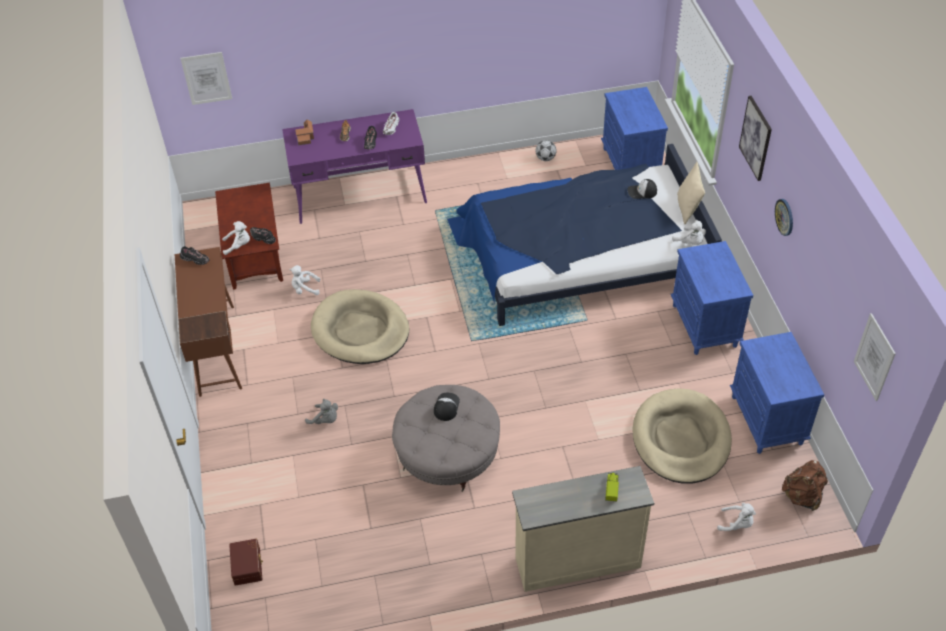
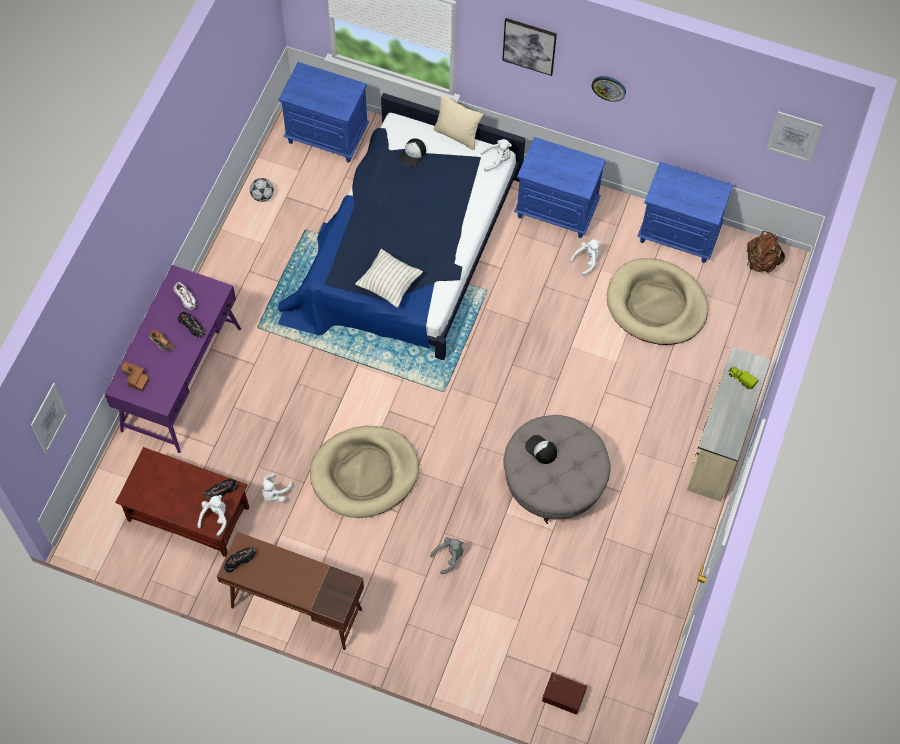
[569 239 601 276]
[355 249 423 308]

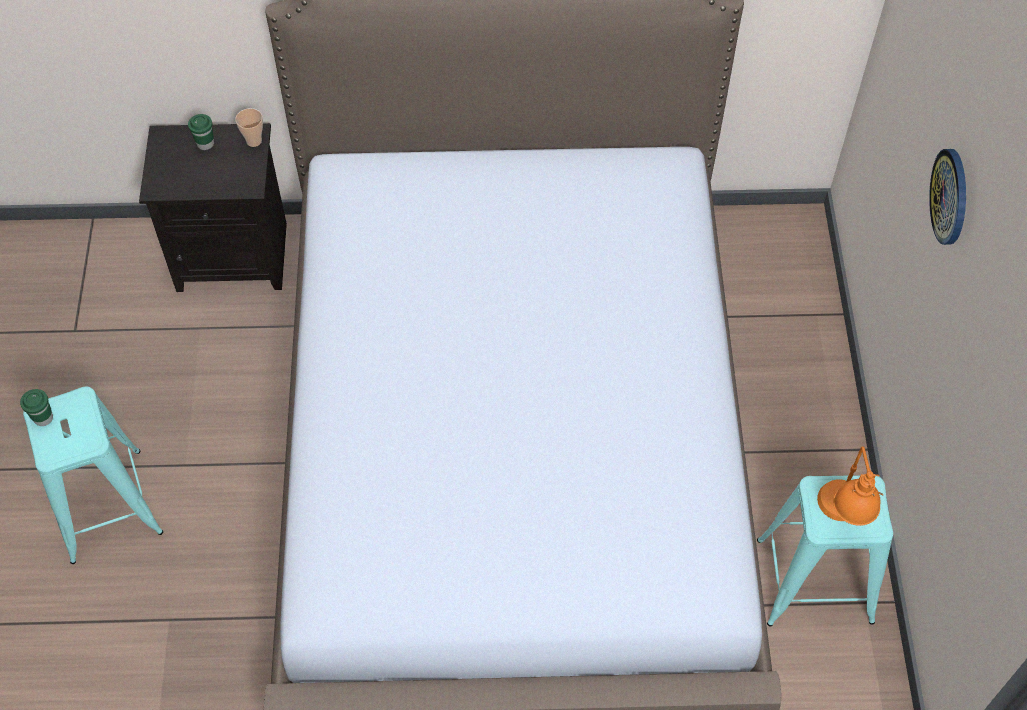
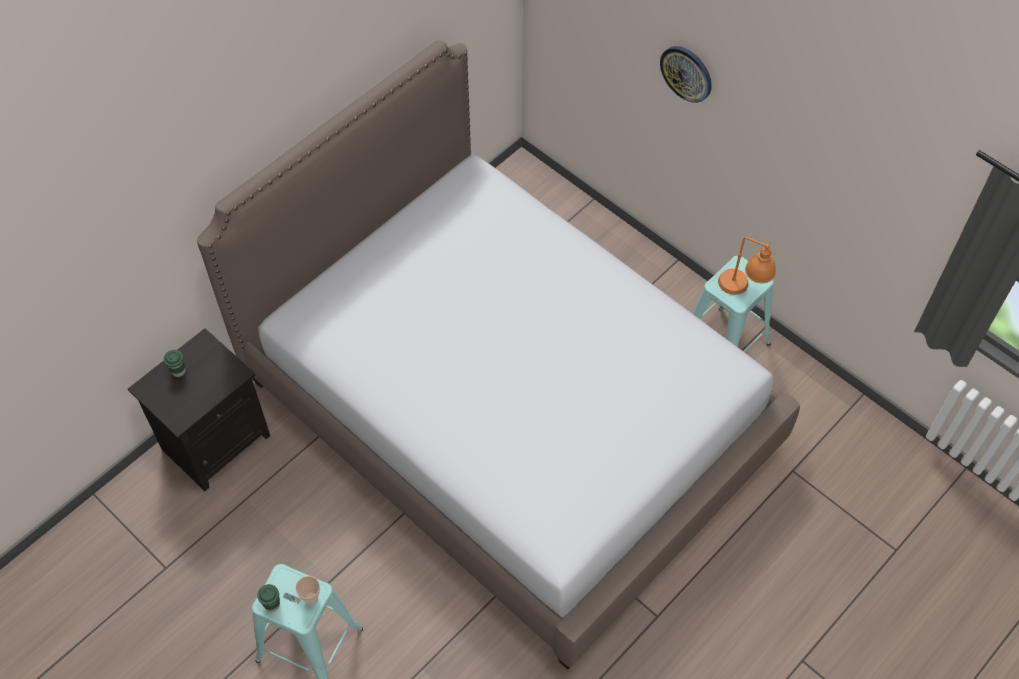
[295 576 320 605]

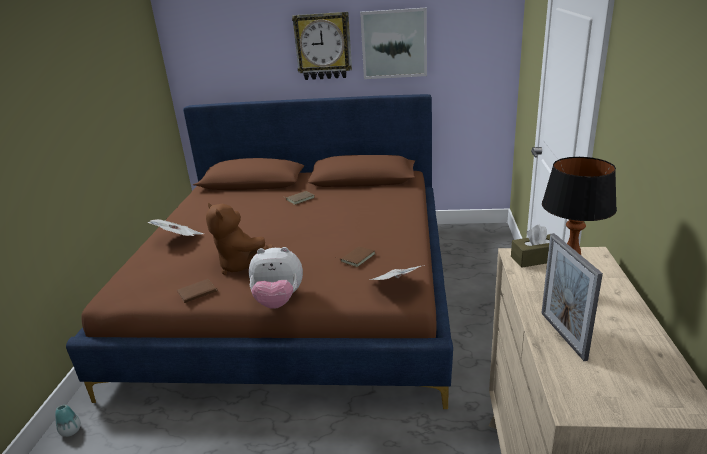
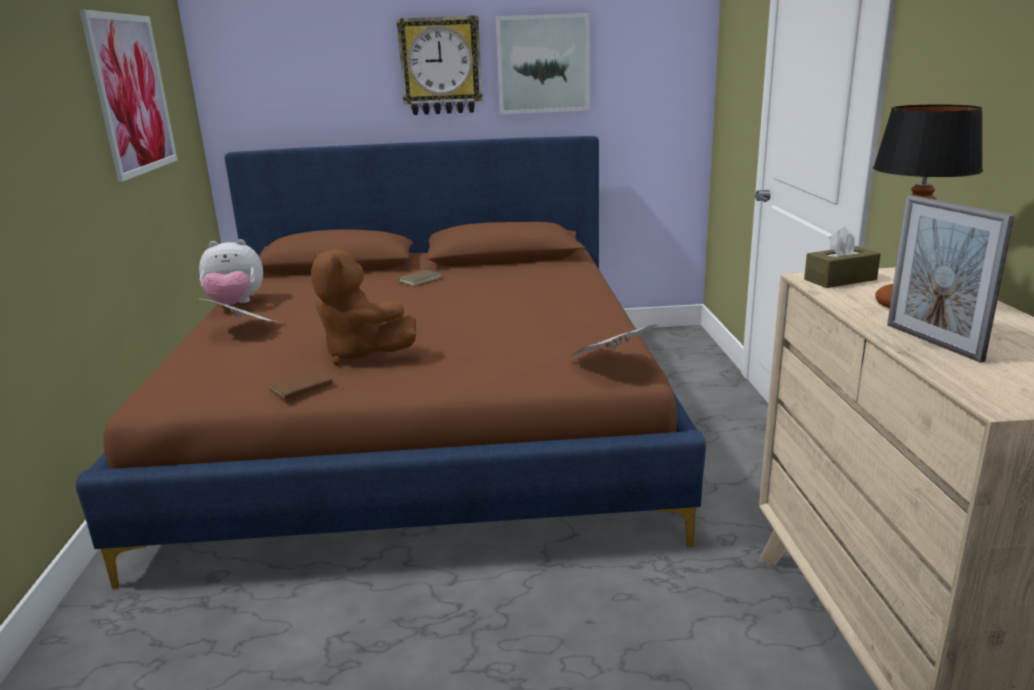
[337 246 375 267] (first image)
[199 239 263 305]
[55 405 81 437] (first image)
[79 10 177 182]

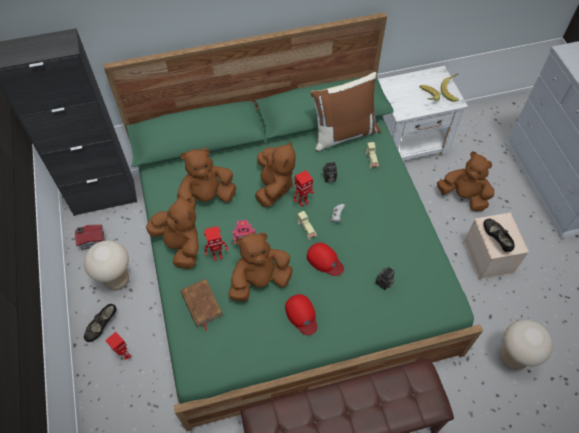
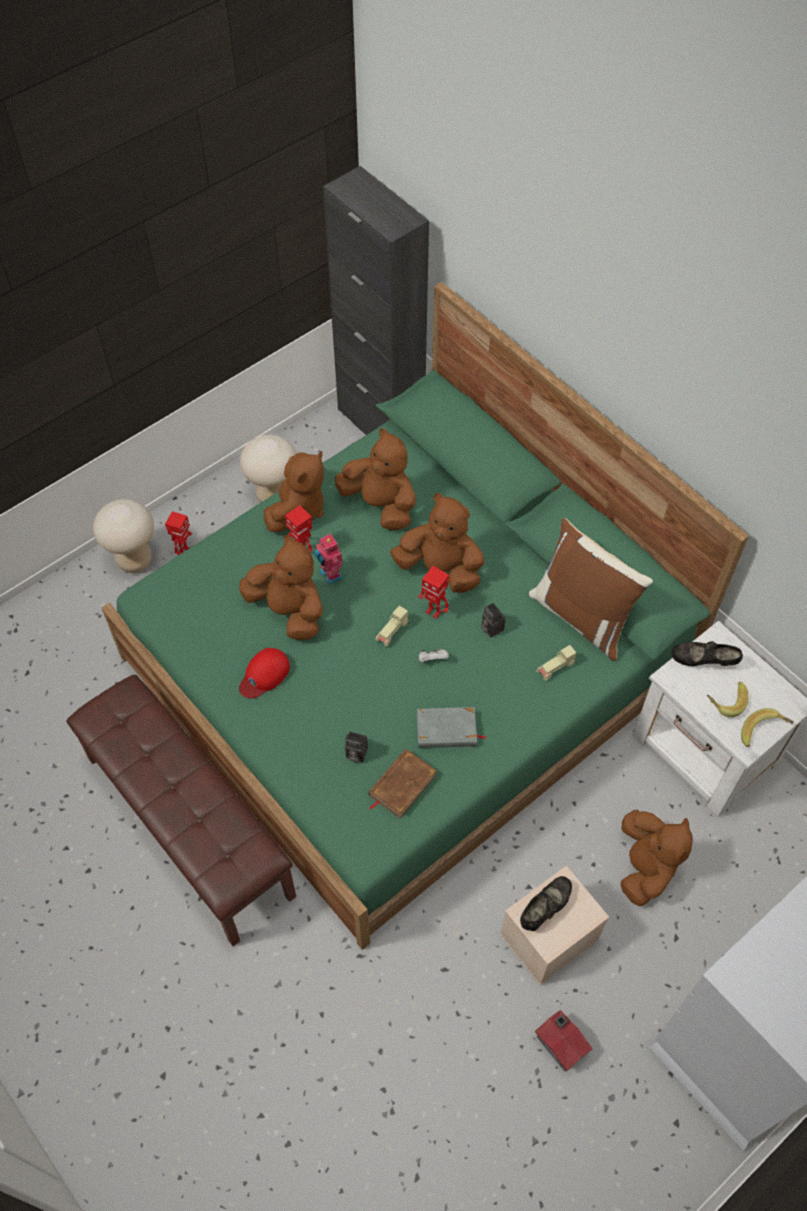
[390 493 484 593]
[535 1010 593 1071]
[307 243 344 276] (first image)
[368 749 437 818]
[671 641 743 666]
[93 499 154 573]
[417 707 487 748]

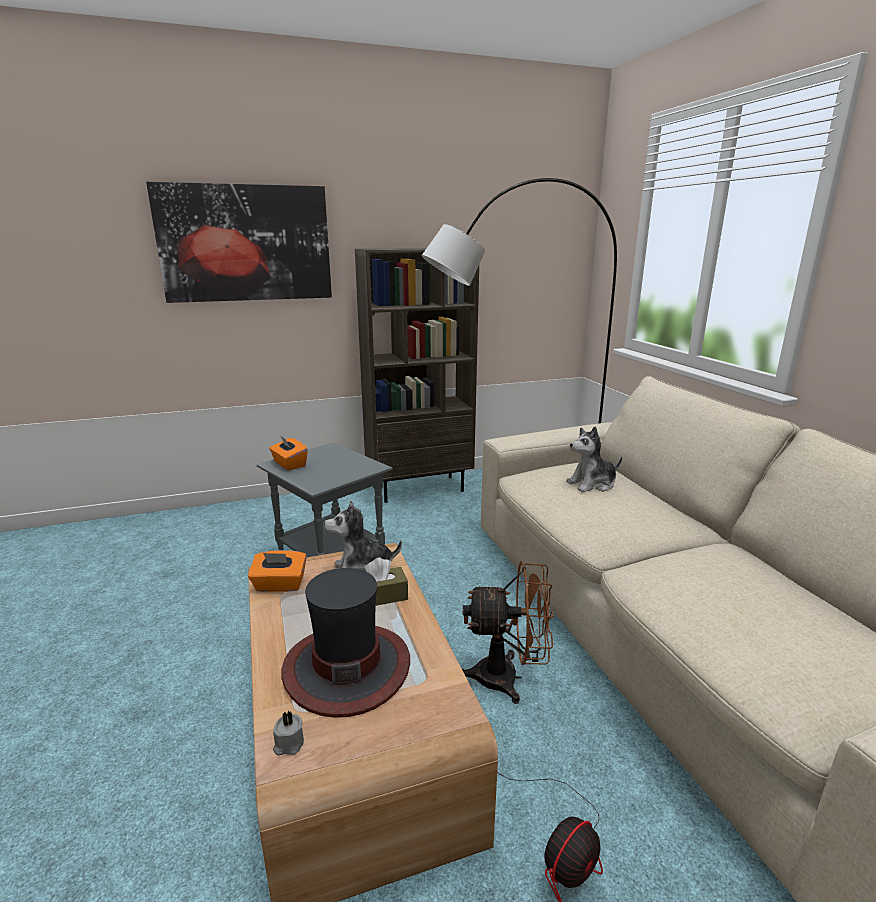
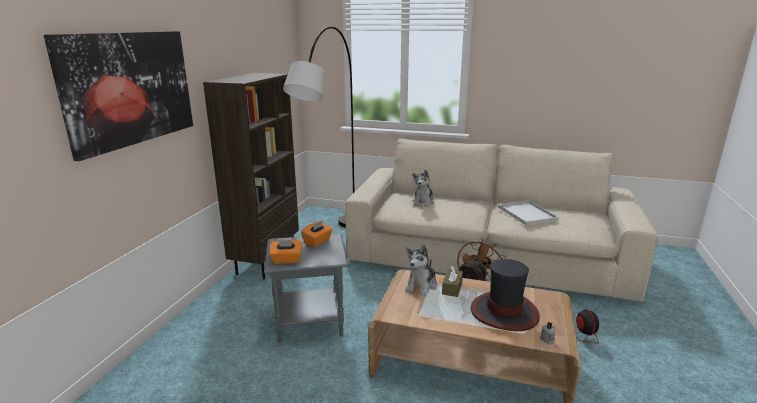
[301 221 333 247]
[498 200 559 226]

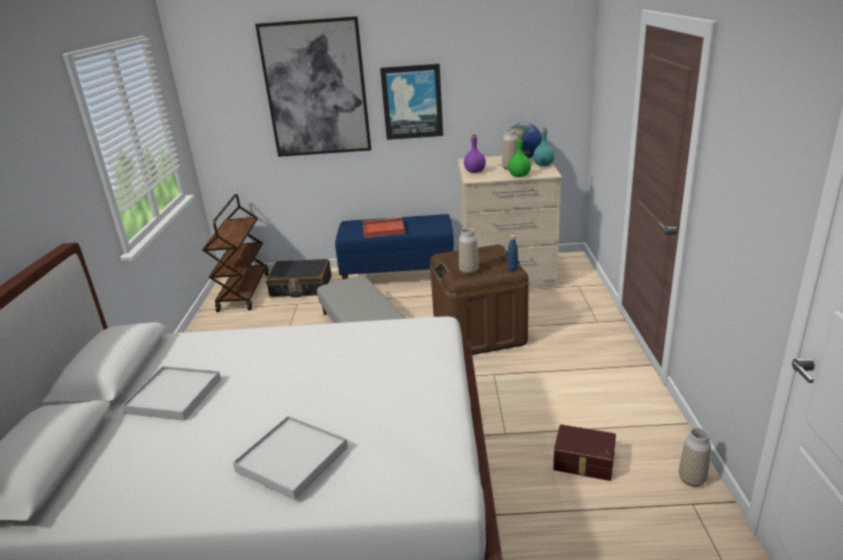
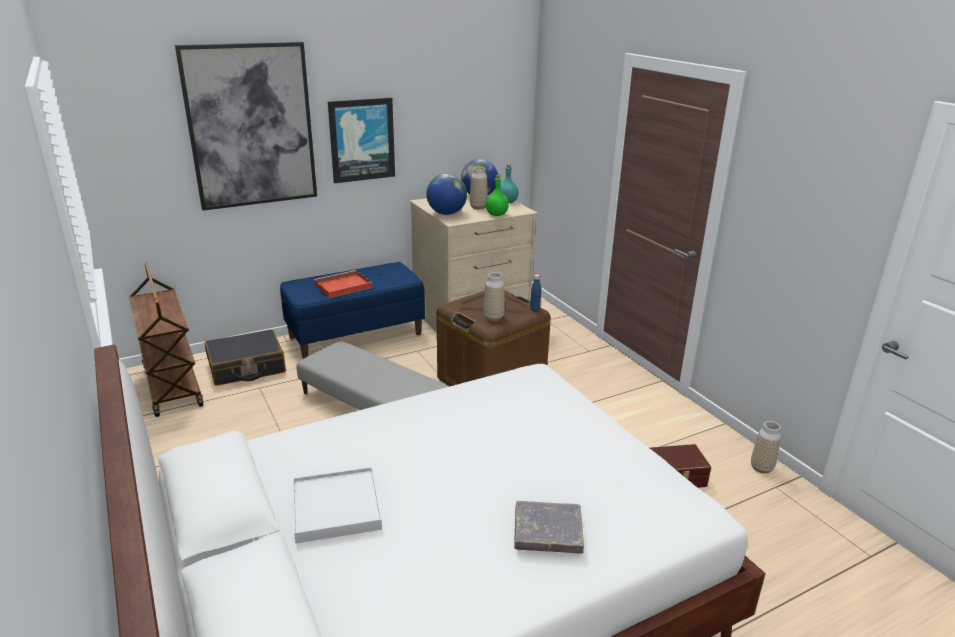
[426 174 467 215]
[514 501 584 554]

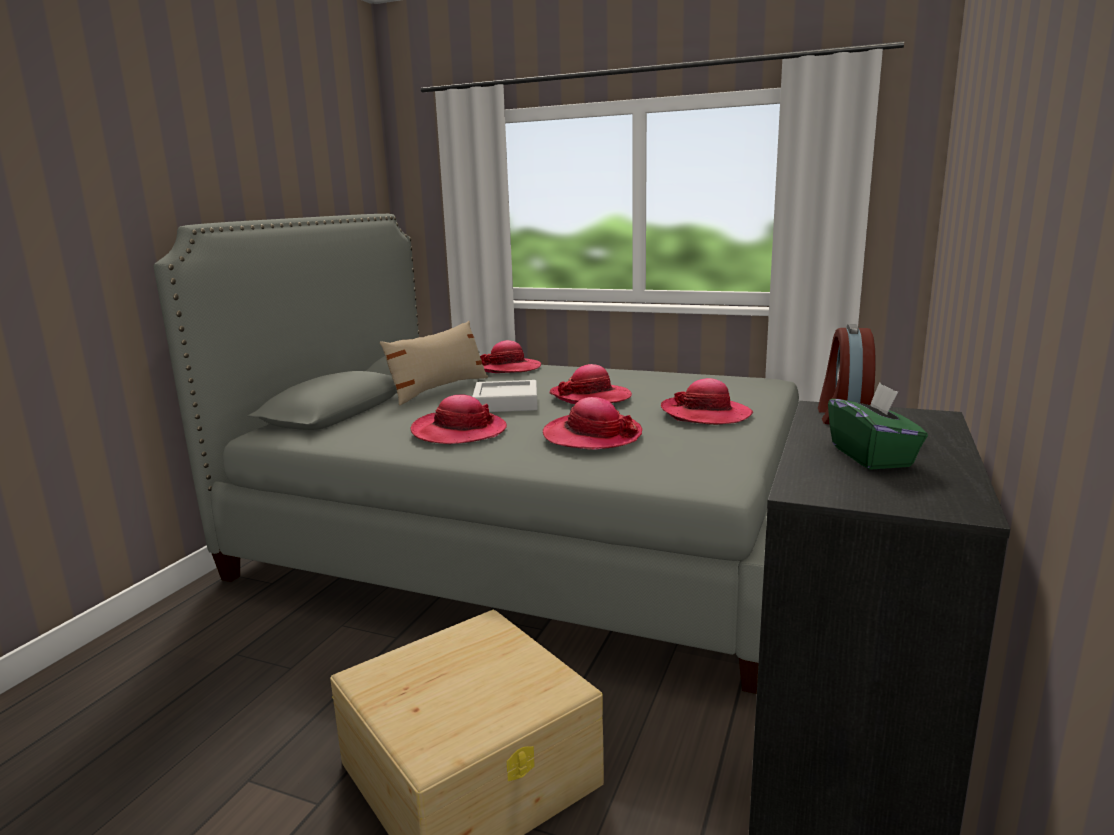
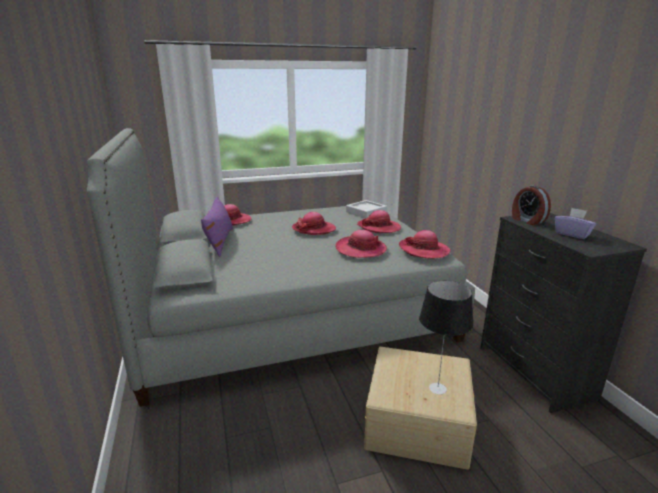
[201 196 233 257]
[346 200 387 218]
[555 208 596 239]
[399 230 451 259]
[419 280 473 395]

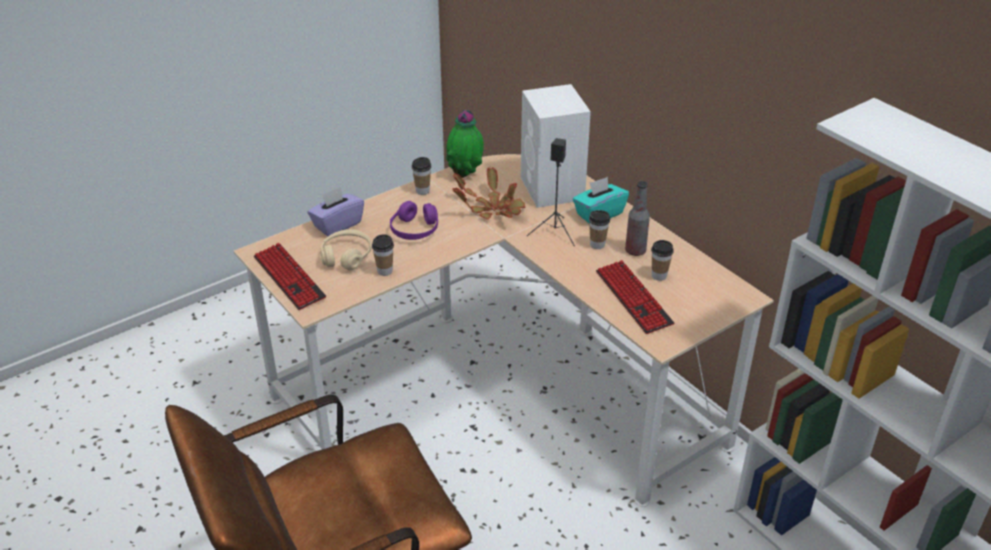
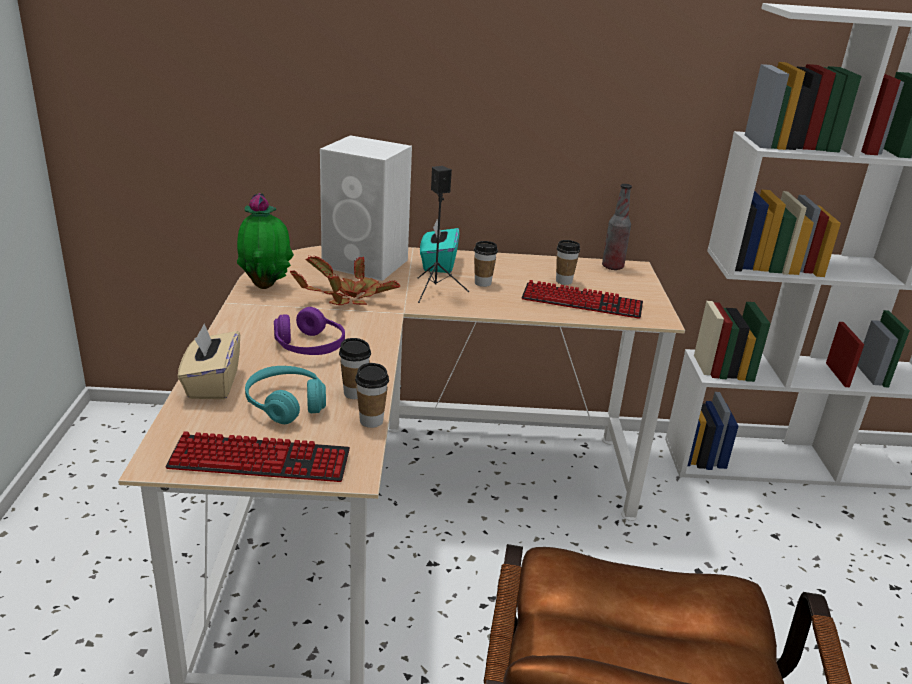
[355 363 389 428]
[602 184 632 270]
[178 324 240 399]
[245 366 326 424]

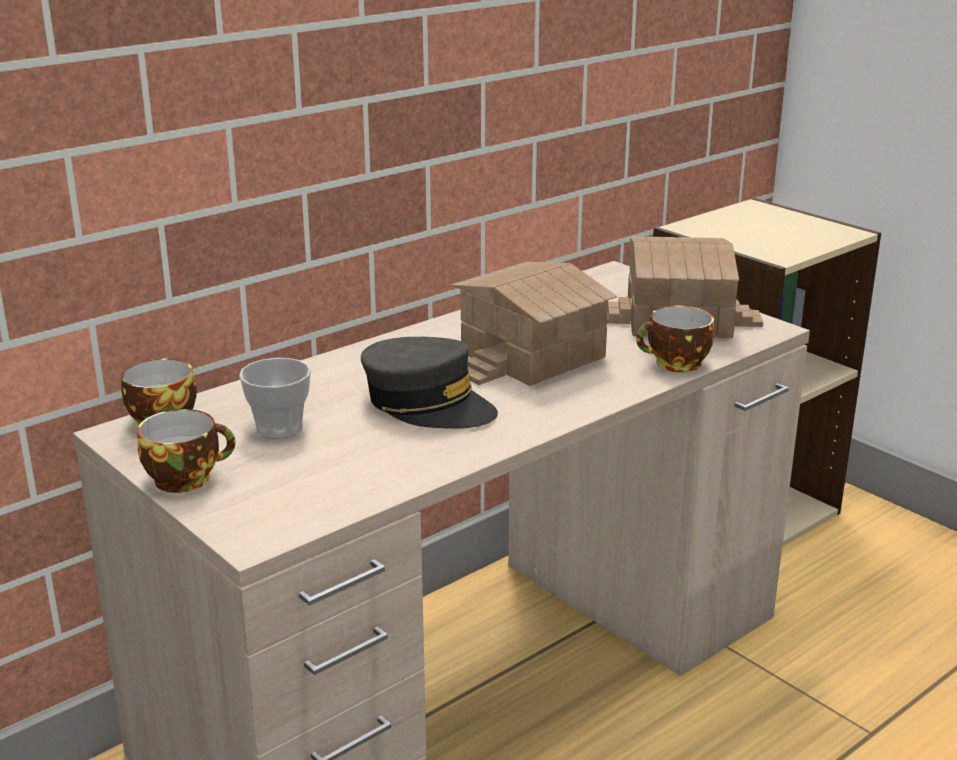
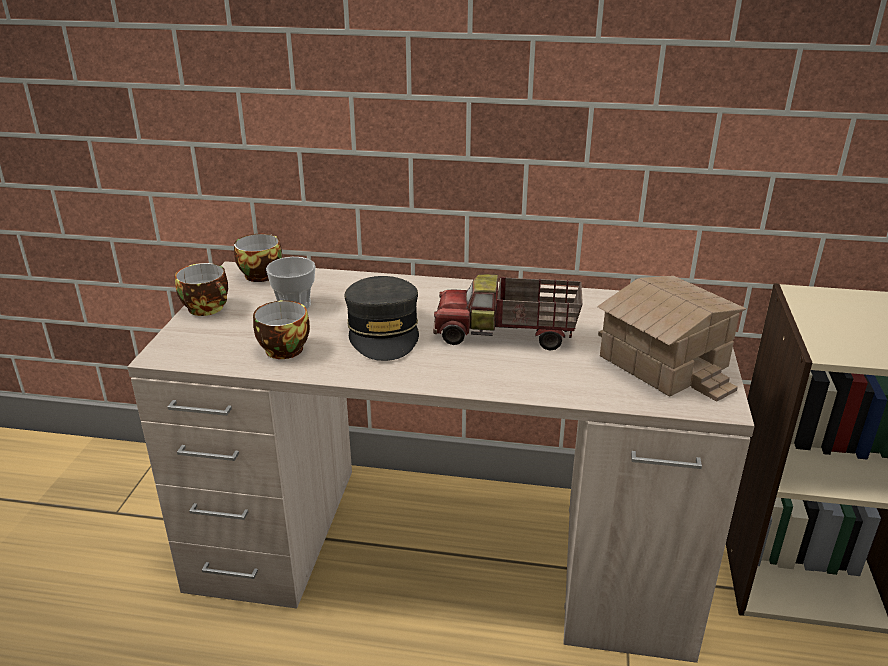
[433 274 583 351]
[253 300 310 359]

